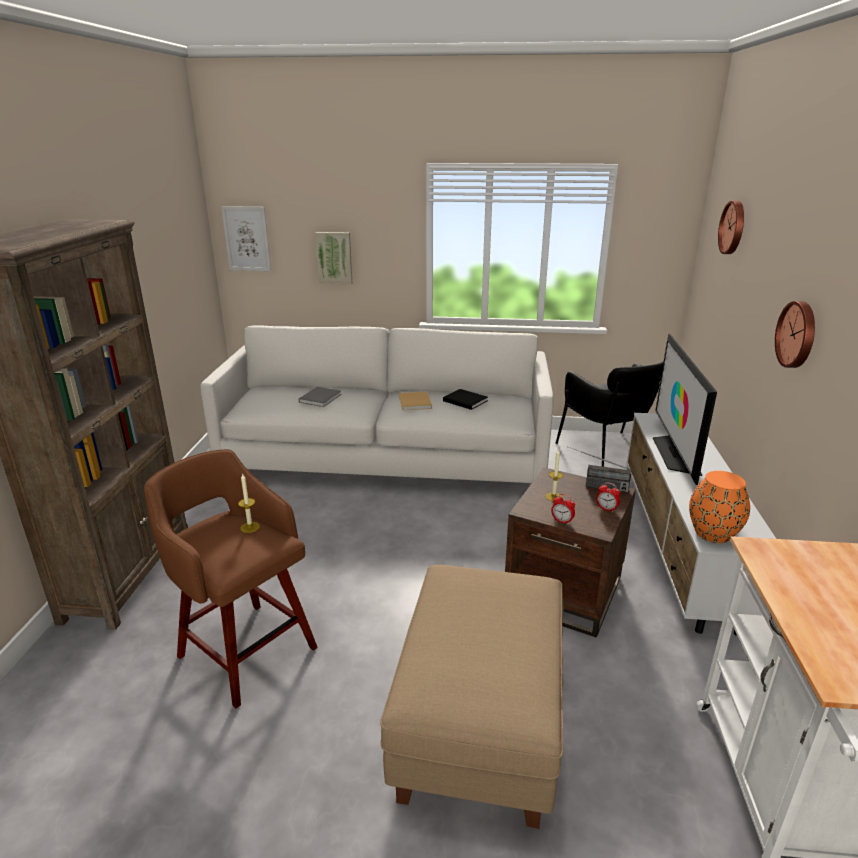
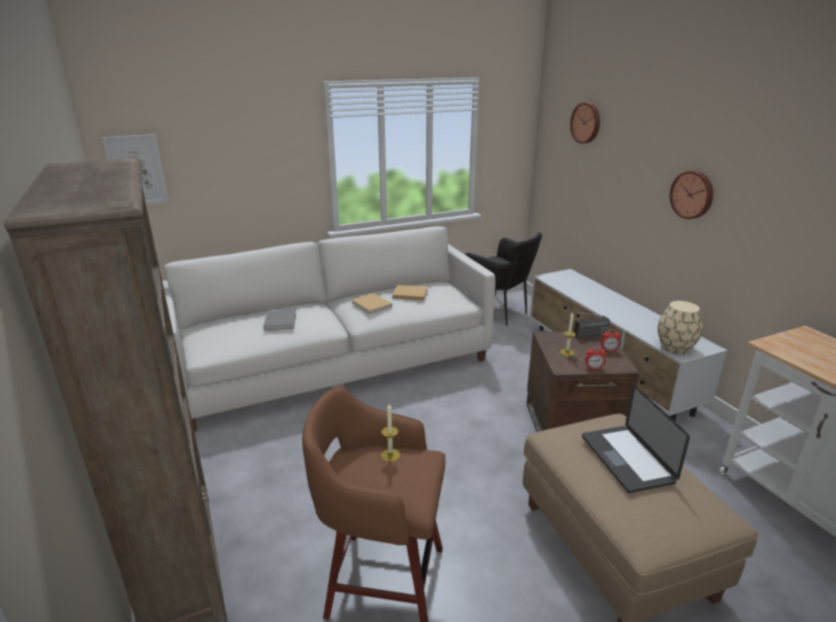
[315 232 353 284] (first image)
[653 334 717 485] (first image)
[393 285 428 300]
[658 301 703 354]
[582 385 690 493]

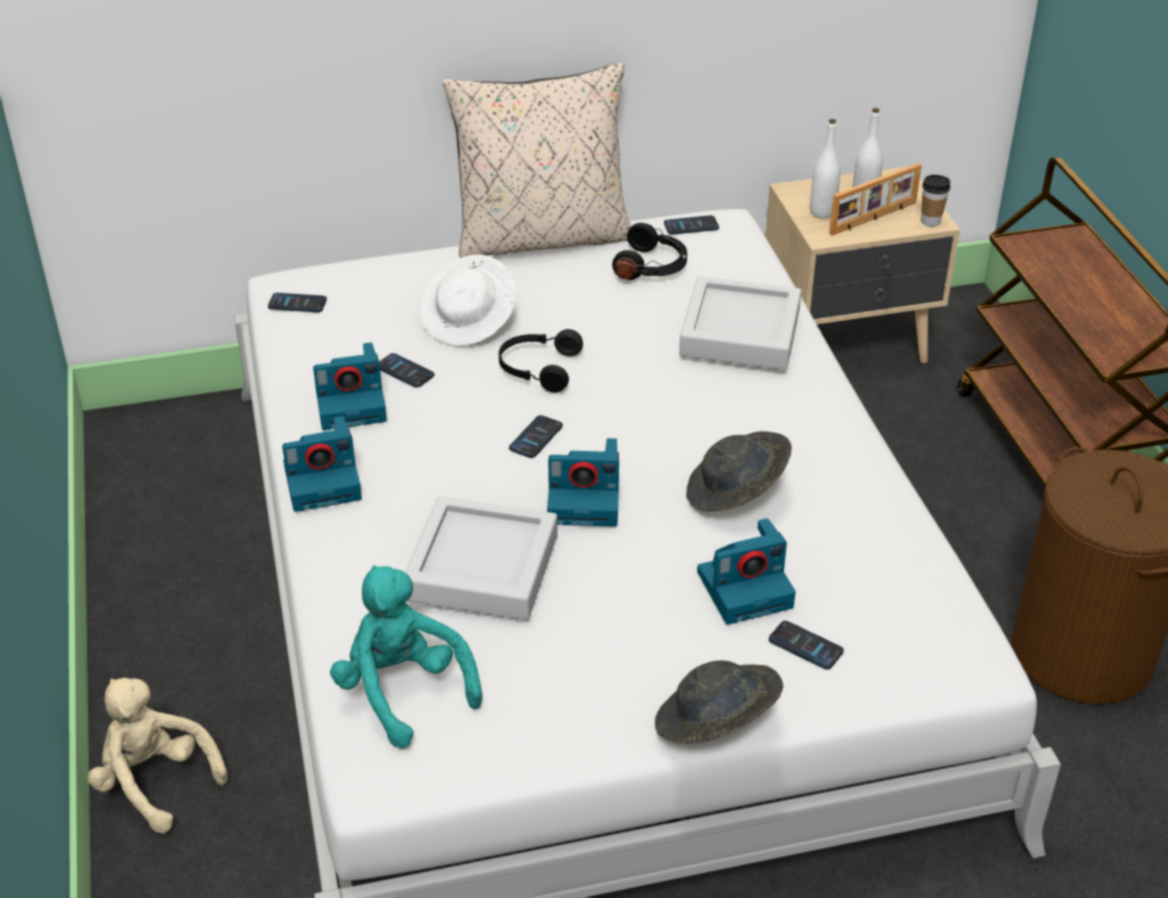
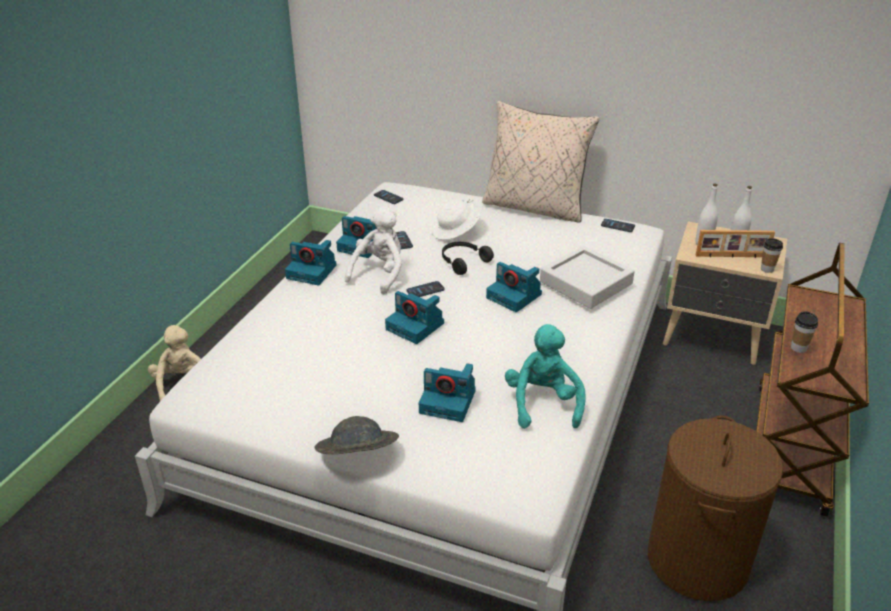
[612 223 687 280] (first image)
[686 431 792 512] (first image)
[405 496 558 620] (first image)
[505 324 586 429]
[769 621 844 670] (first image)
[345 206 402 294]
[486 262 542 312]
[791 312 818 353]

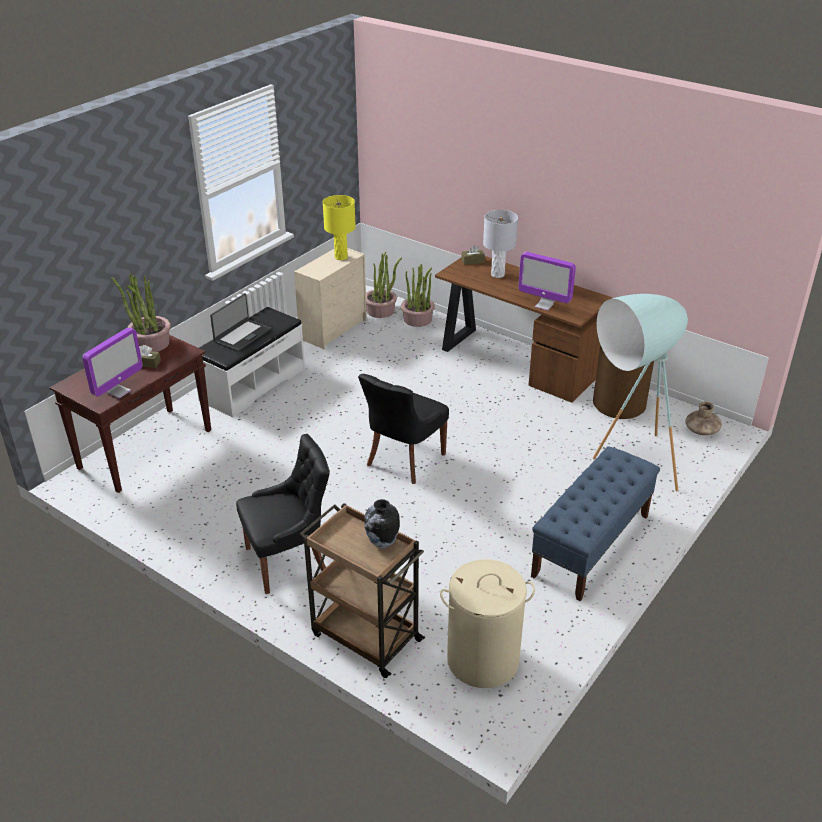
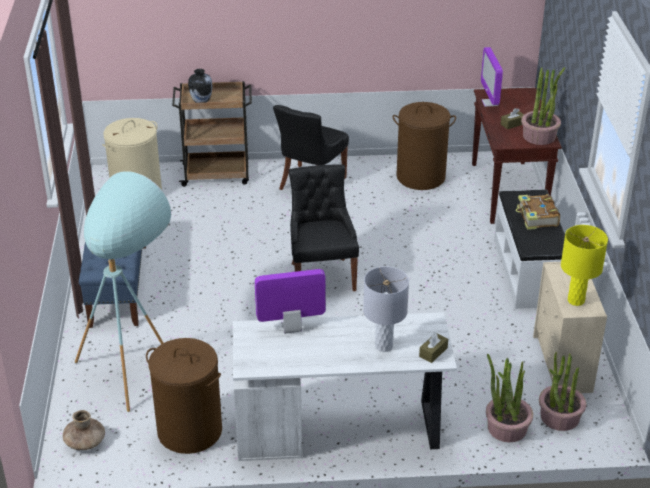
[233 312 457 461]
[516 194 560 230]
[393 102 456 190]

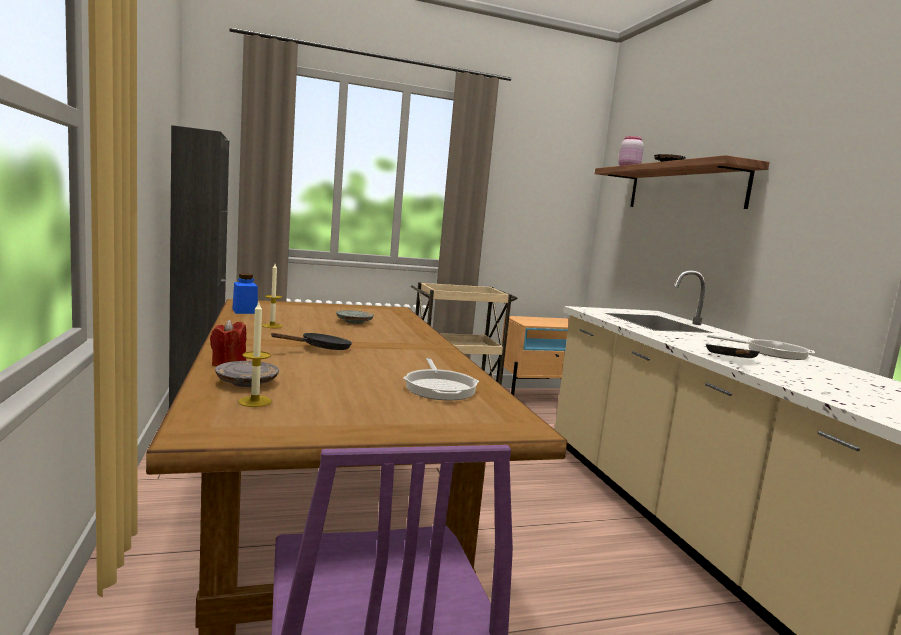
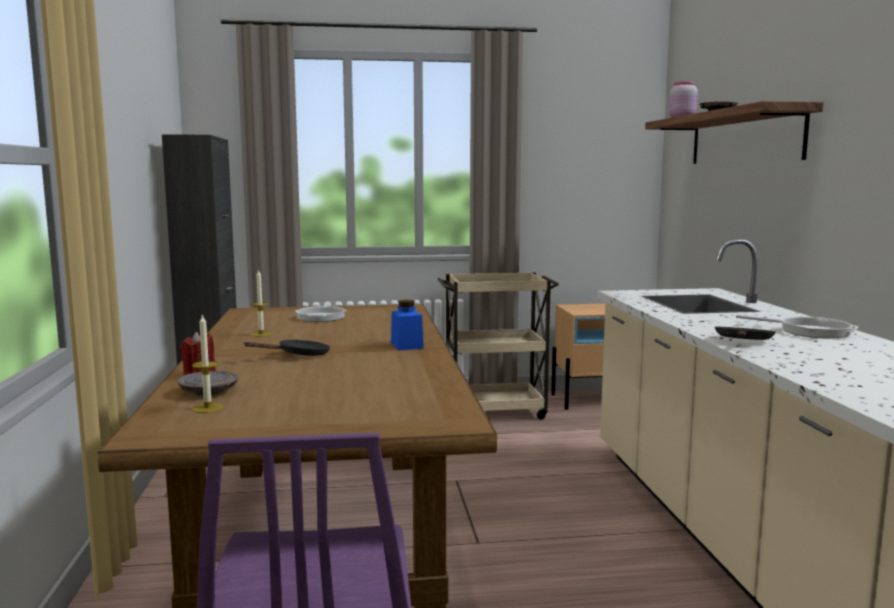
[391 300 424 350]
[336 310 374 324] (first image)
[295 301 347 322]

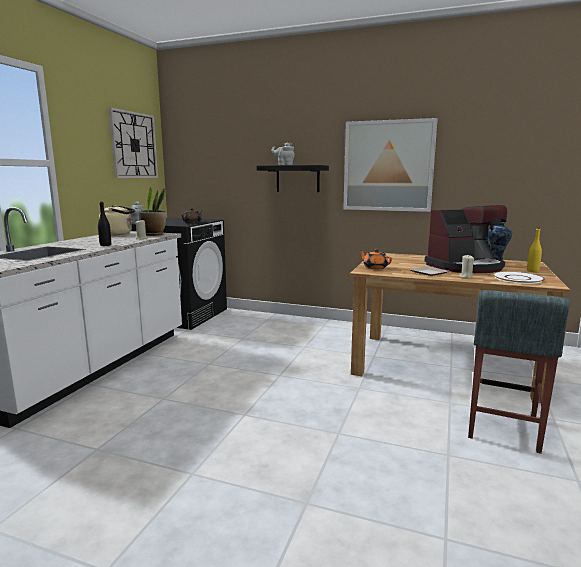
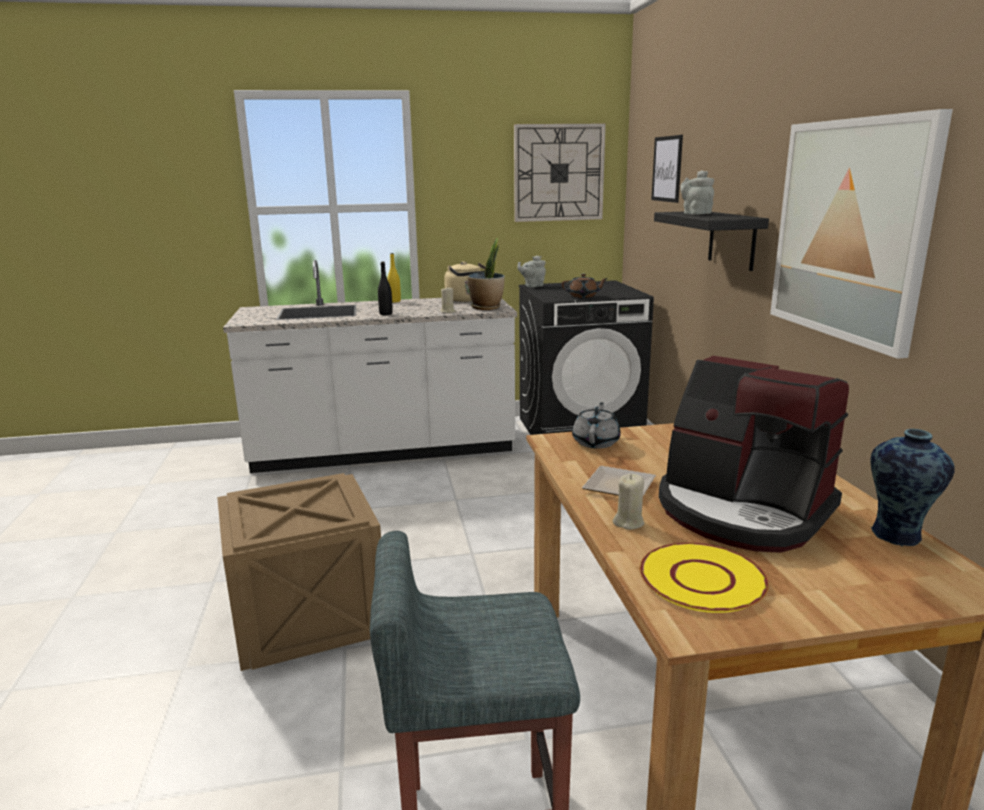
[387 253 401 302]
[572 402 621 449]
[640 543 769 613]
[651 135 683 203]
[217 473 381 671]

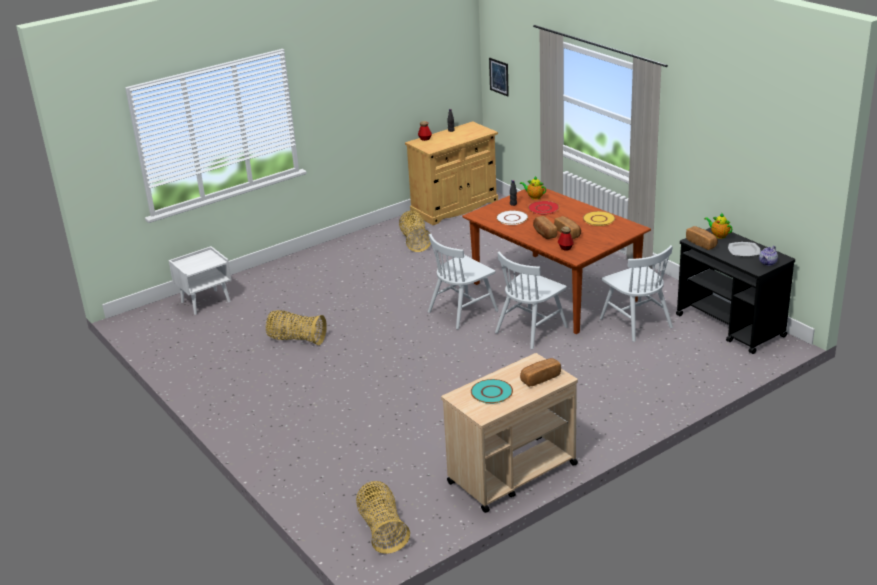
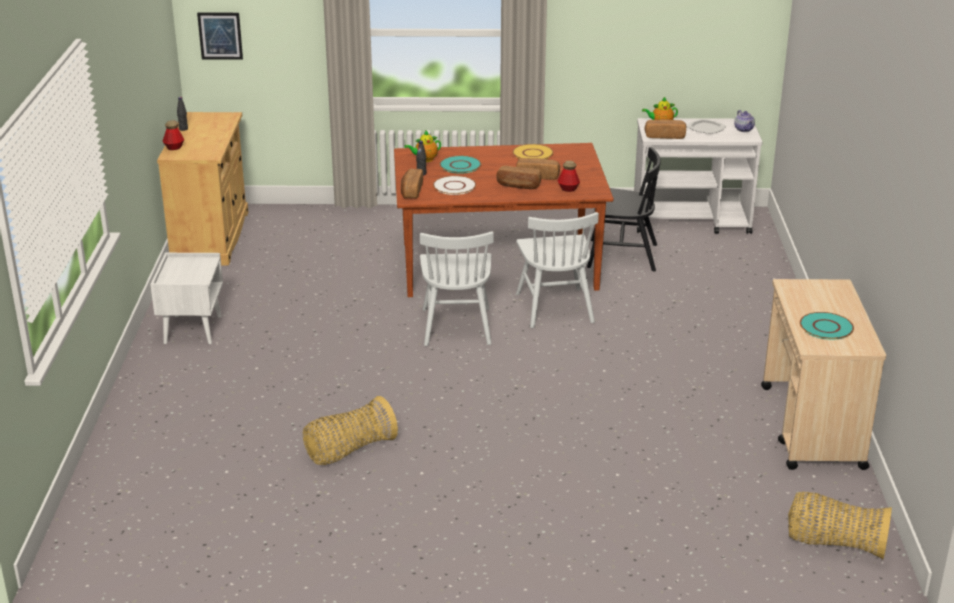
[439 156 482 174]
[399 211 431 252] (first image)
[634 118 762 234]
[587 147 661 271]
[150 253 223 344]
[401 169 423 198]

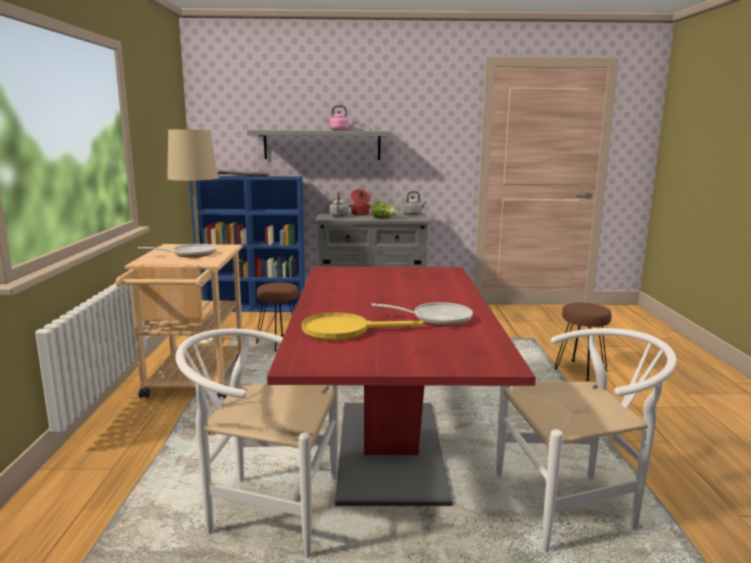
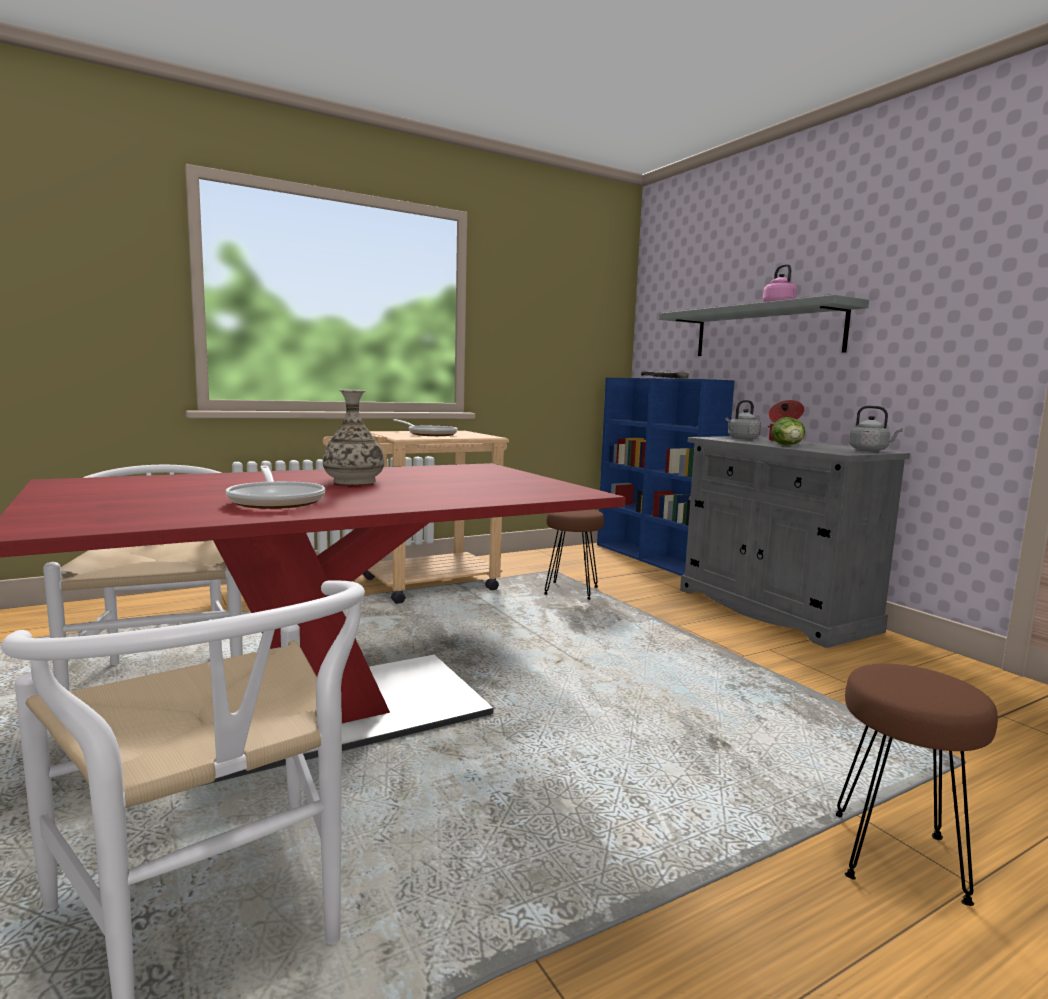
[167 128 223 347] (first image)
[302 313 424 340] (first image)
[323 389 384 485]

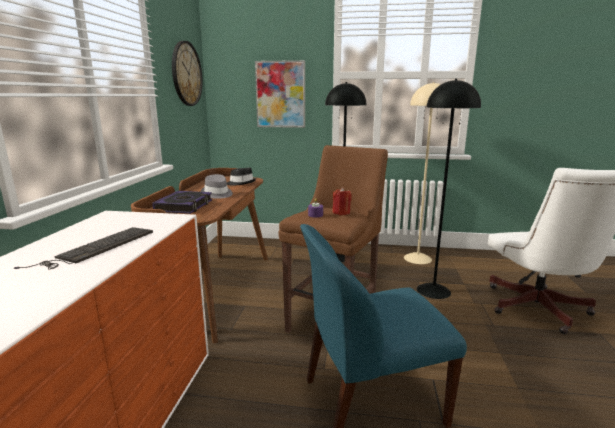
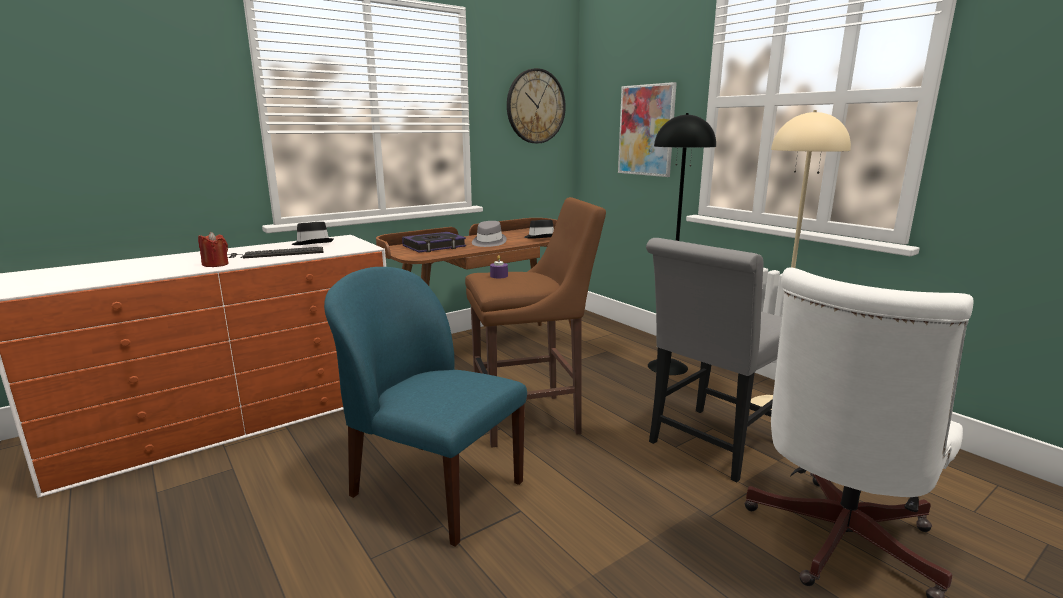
[646 238 781 482]
[198 232 229 267]
[291 222 334 245]

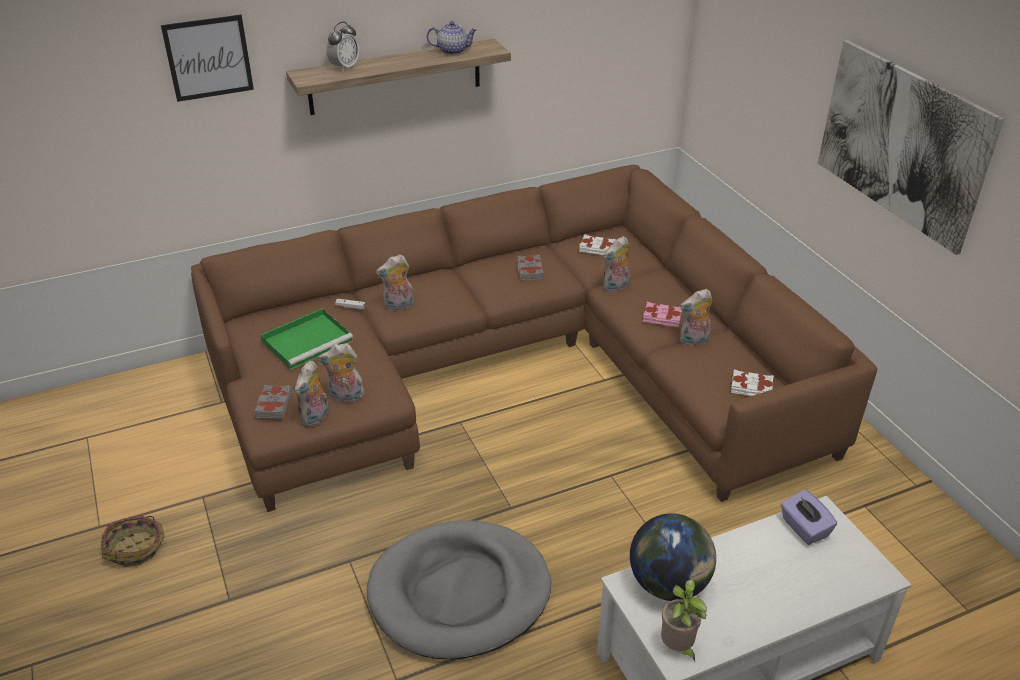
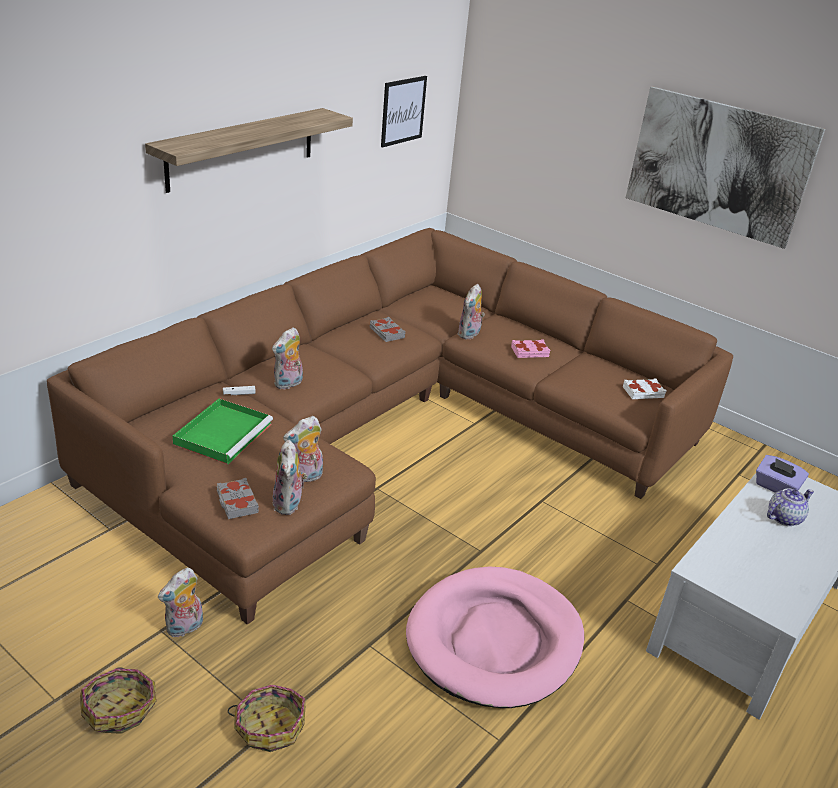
[381 76 427 148]
[767 488 814 526]
[326 22 359 72] (first image)
[579 234 616 255] (first image)
[158 568 203 637]
[630 513 716 601] (first image)
[406 566 584 708]
[661 580 707 661] (first image)
[228 685 305 752]

